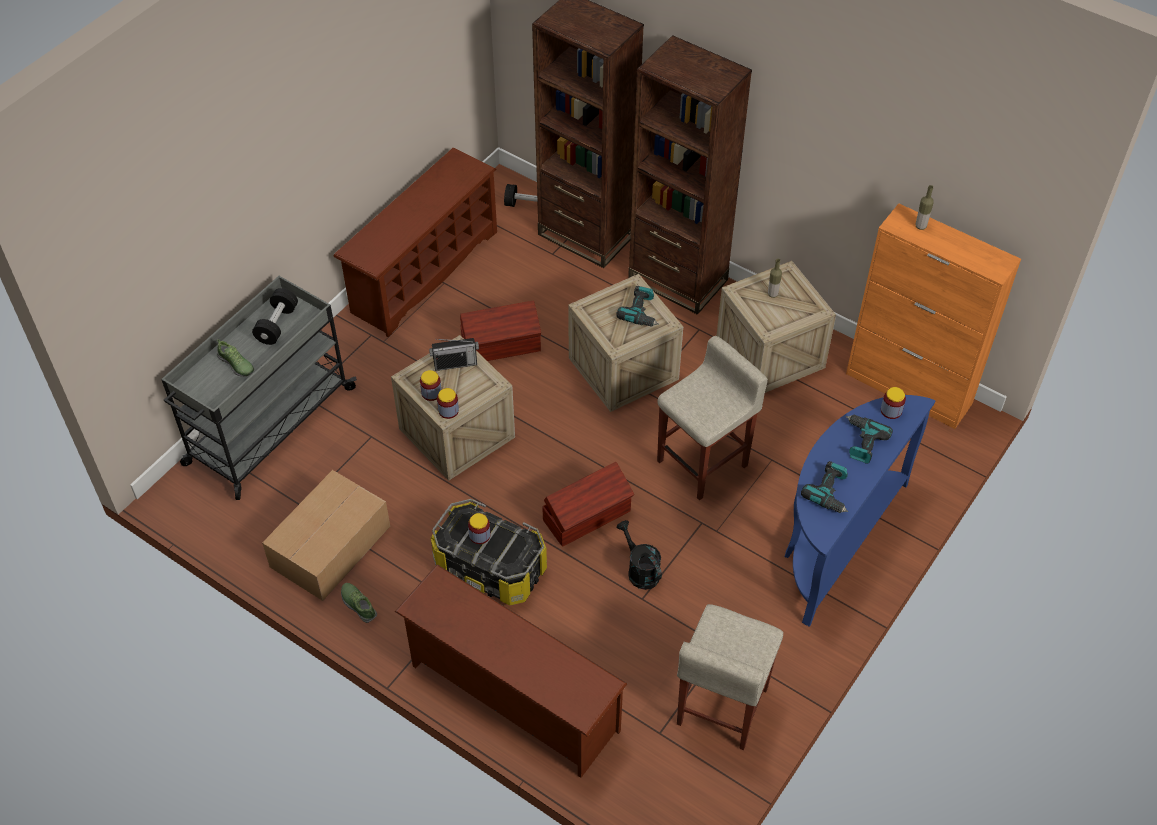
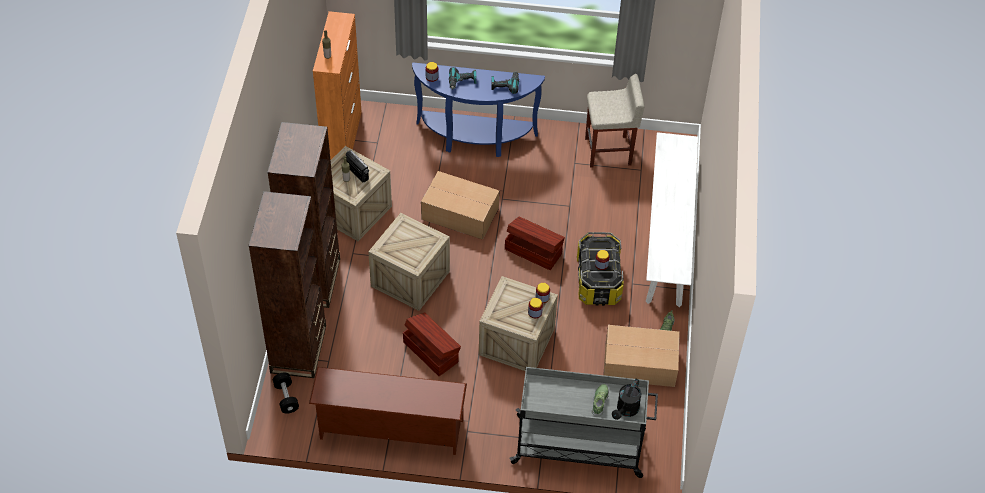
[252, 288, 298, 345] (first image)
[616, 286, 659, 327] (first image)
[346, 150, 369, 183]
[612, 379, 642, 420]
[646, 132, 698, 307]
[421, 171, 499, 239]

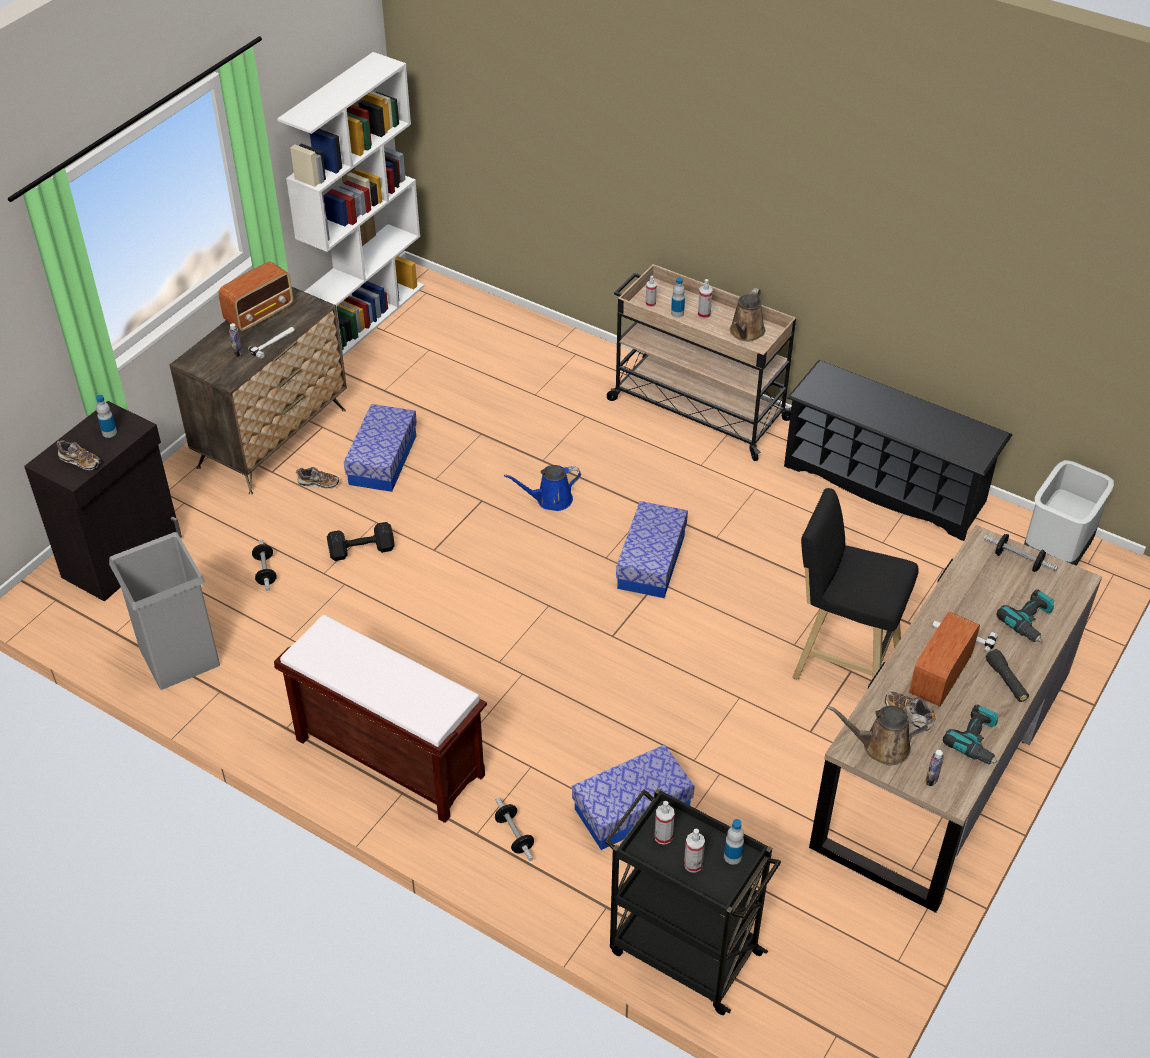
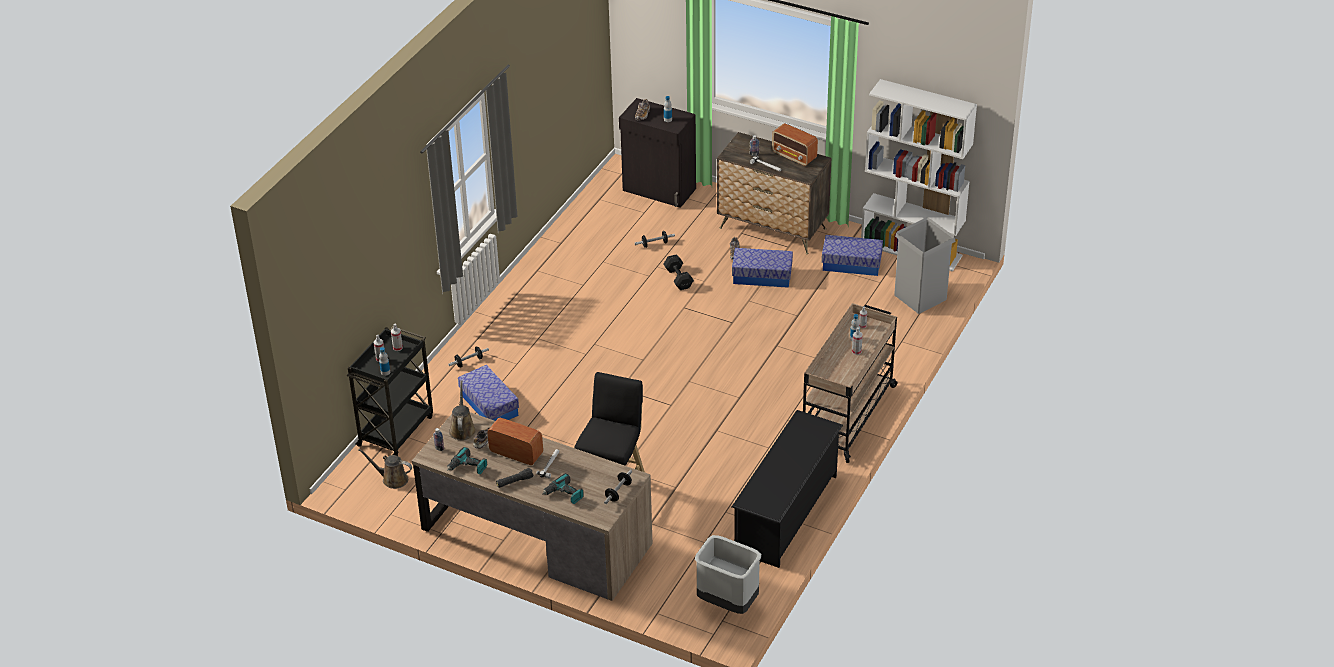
[274, 615, 487, 823] (first image)
[504, 465, 581, 511] (first image)
[894, 217, 955, 314]
[822, 235, 883, 276]
[358, 449, 412, 489]

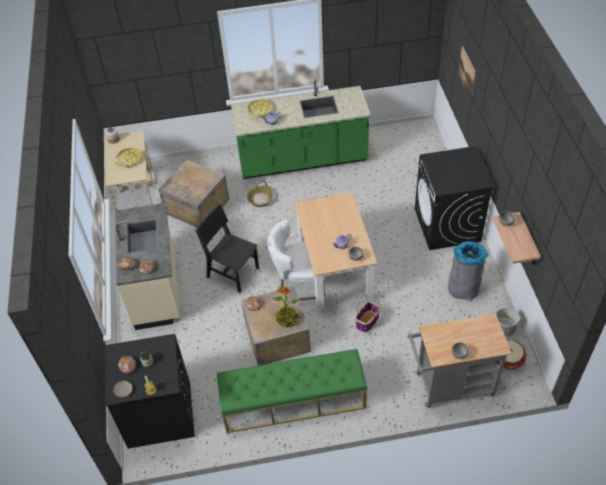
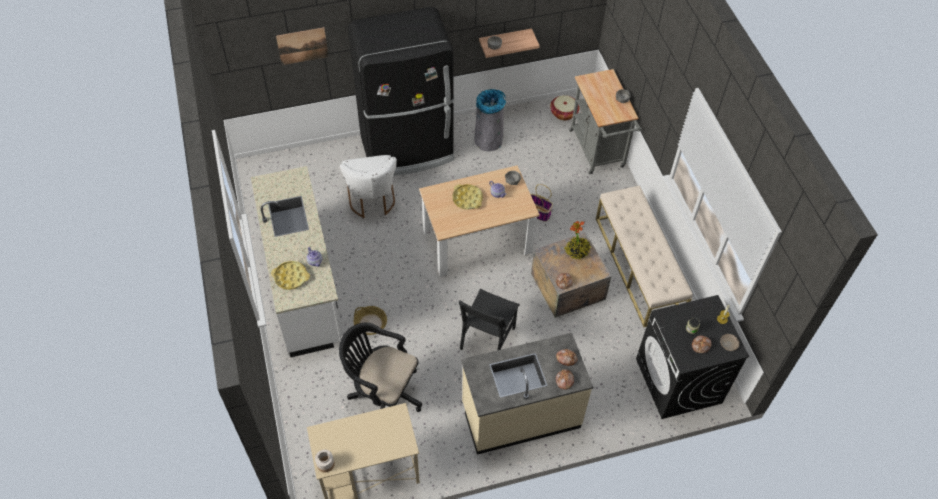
[496, 308, 519, 337] (first image)
[453, 184, 483, 210]
[340, 155, 397, 218]
[339, 323, 422, 412]
[348, 7, 455, 176]
[596, 185, 693, 327]
[251, 166, 341, 358]

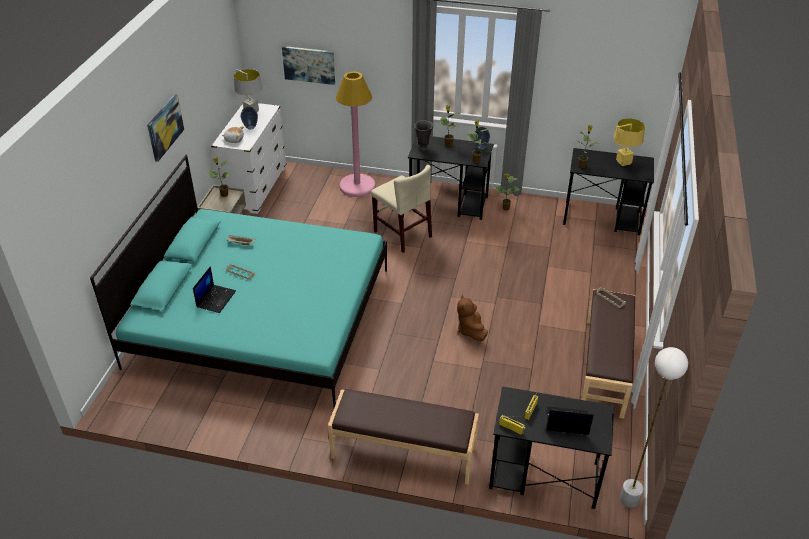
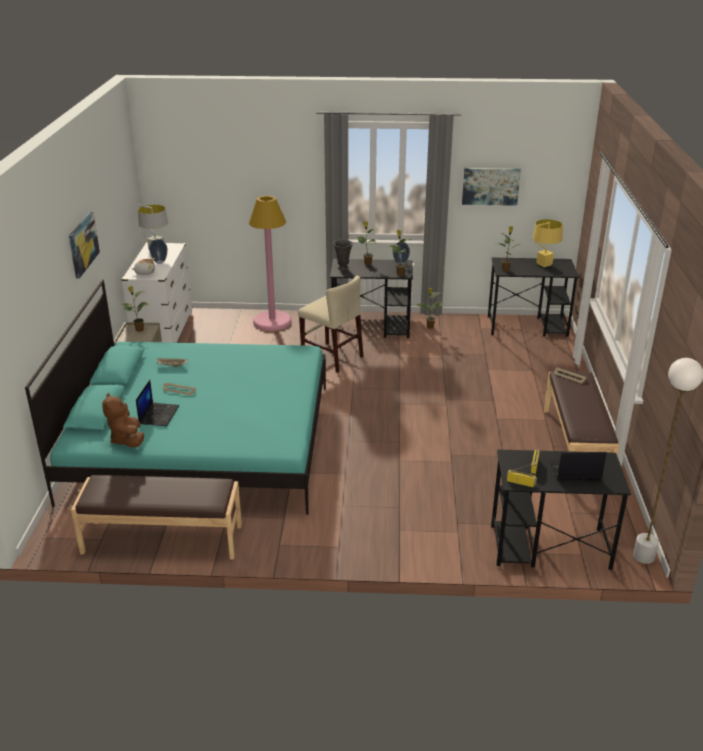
[462, 168, 521, 206]
[71, 475, 242, 559]
[102, 393, 144, 447]

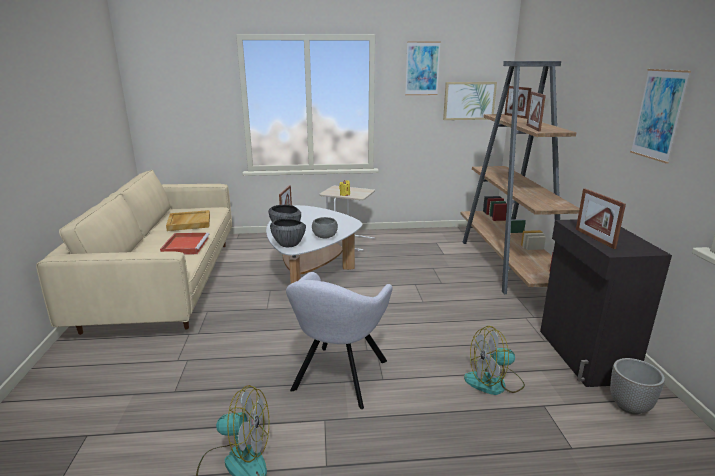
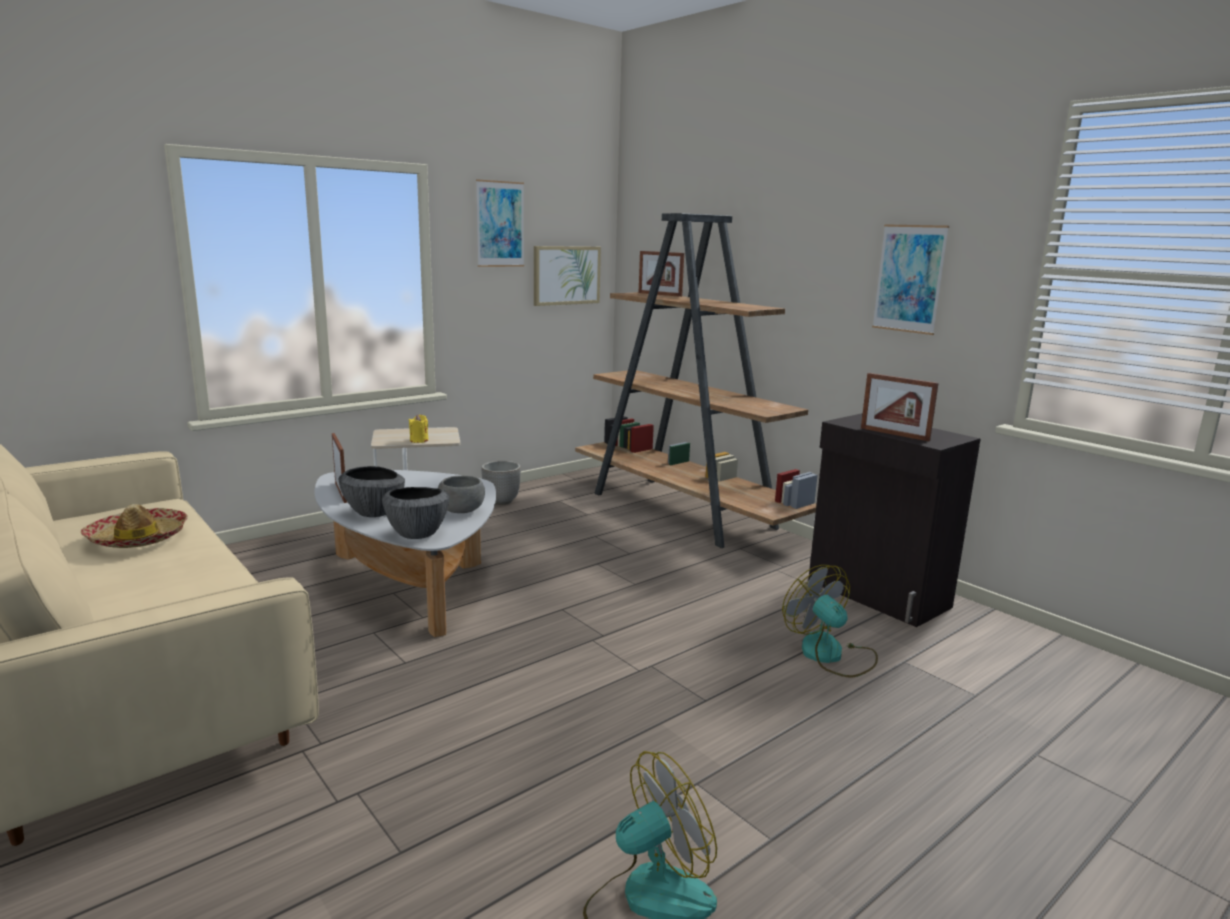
[160, 233, 209, 255] (first image)
[286, 272, 392, 409] (first image)
[527, 92, 546, 132] (first image)
[481, 461, 521, 505]
[81, 504, 188, 548]
[782, 565, 878, 678]

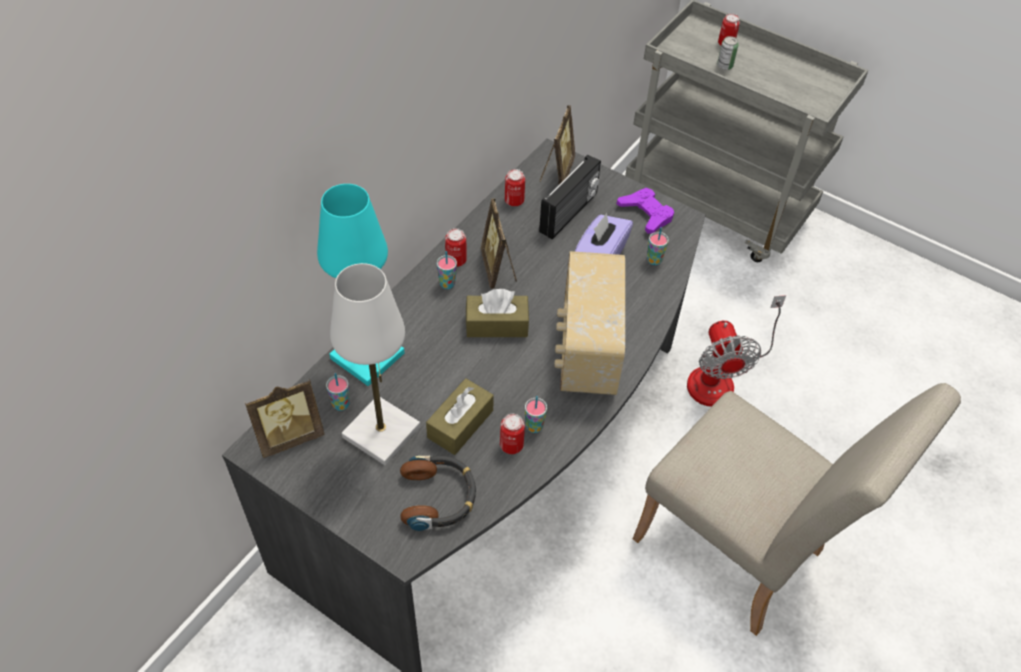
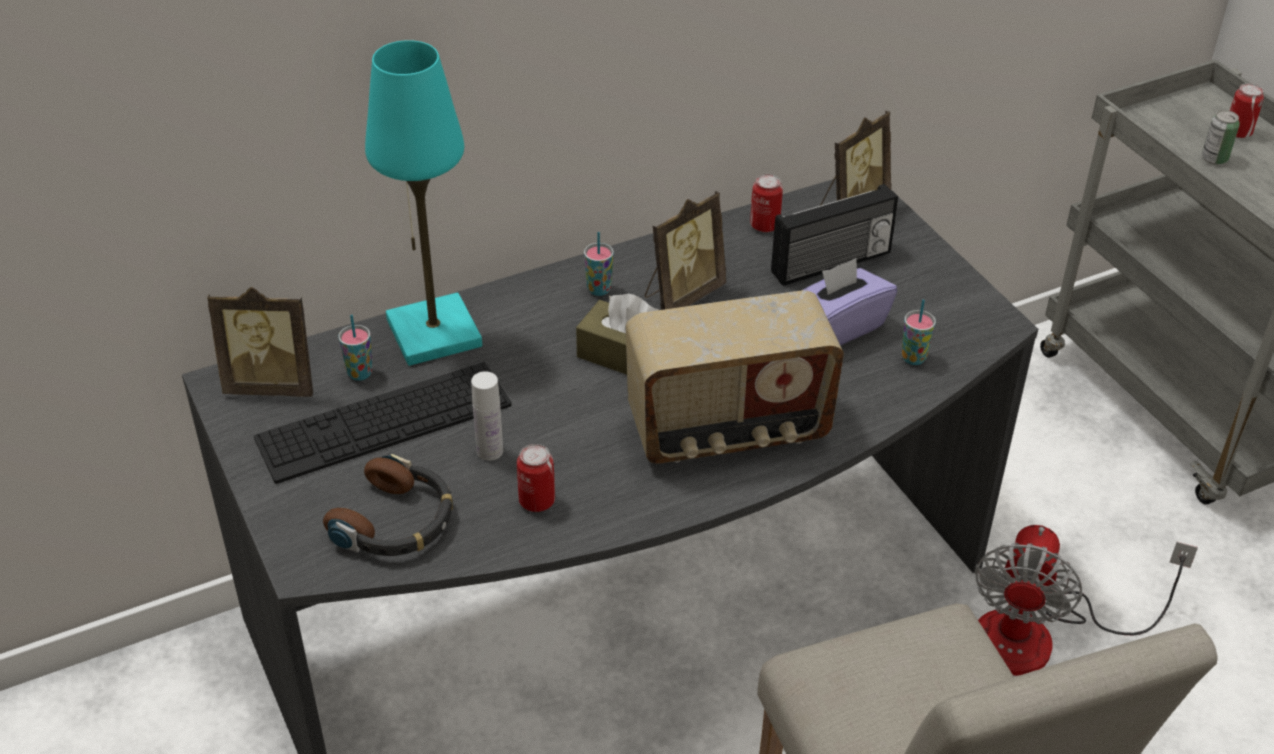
[445, 228, 467, 267] (first image)
[525, 396, 547, 433] (first image)
[617, 188, 674, 234] (first image)
[254, 362, 512, 484]
[471, 371, 503, 461]
[645, 191, 726, 310]
[626, 290, 844, 464]

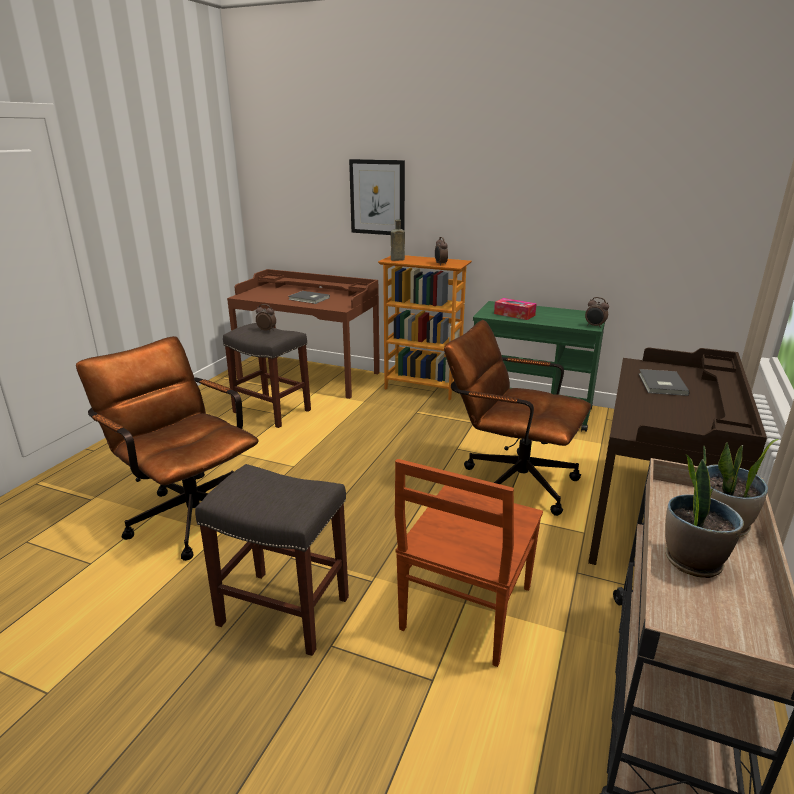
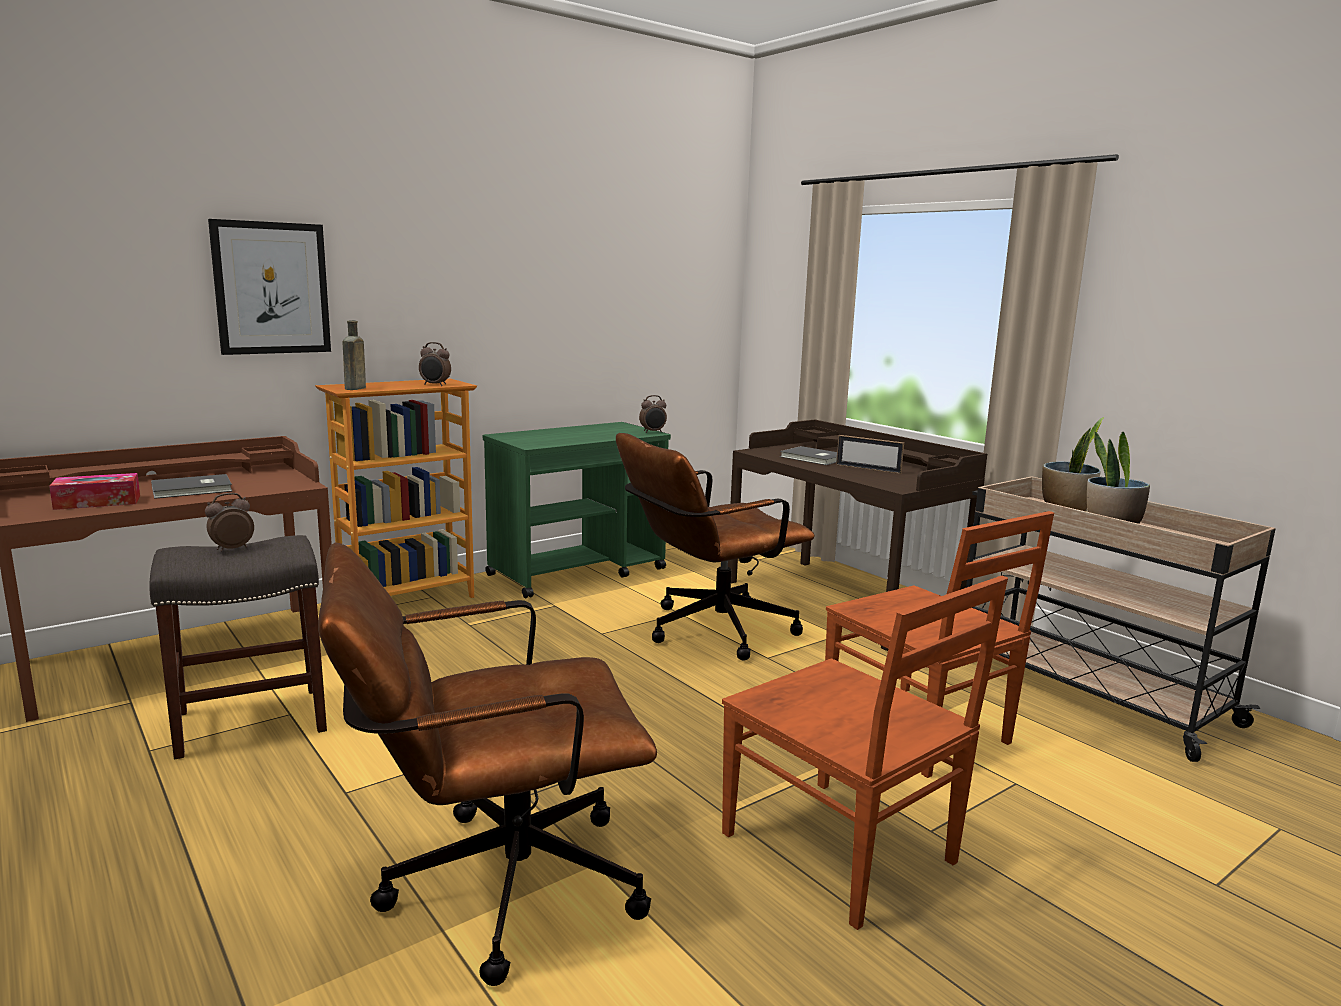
[836, 435, 904, 474]
[49, 473, 140, 510]
[722, 576, 1008, 930]

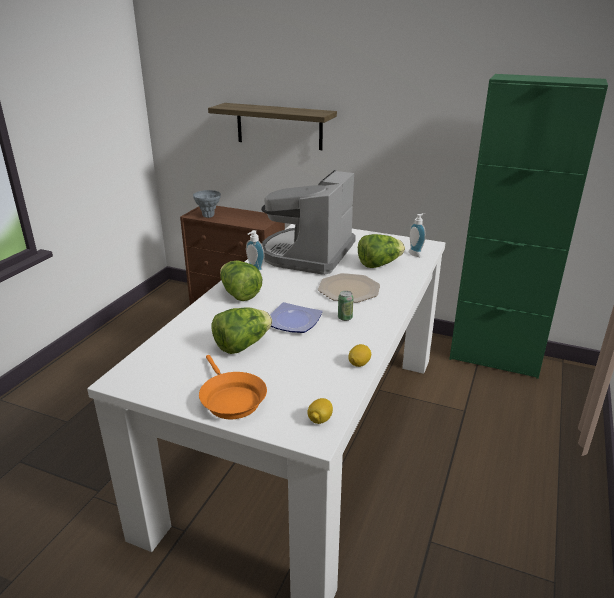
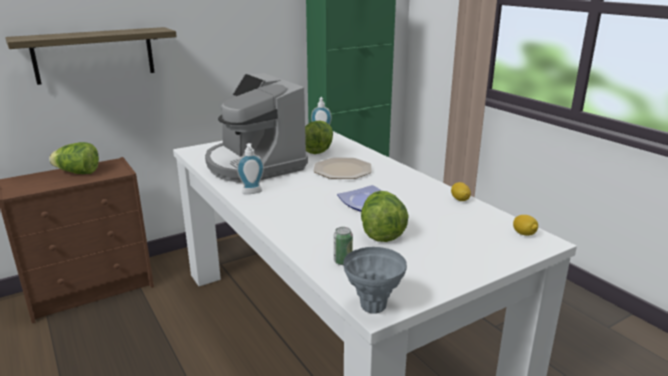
[199, 355, 267, 419] (first image)
[344, 247, 407, 314]
[49, 142, 99, 174]
[334, 227, 353, 265]

